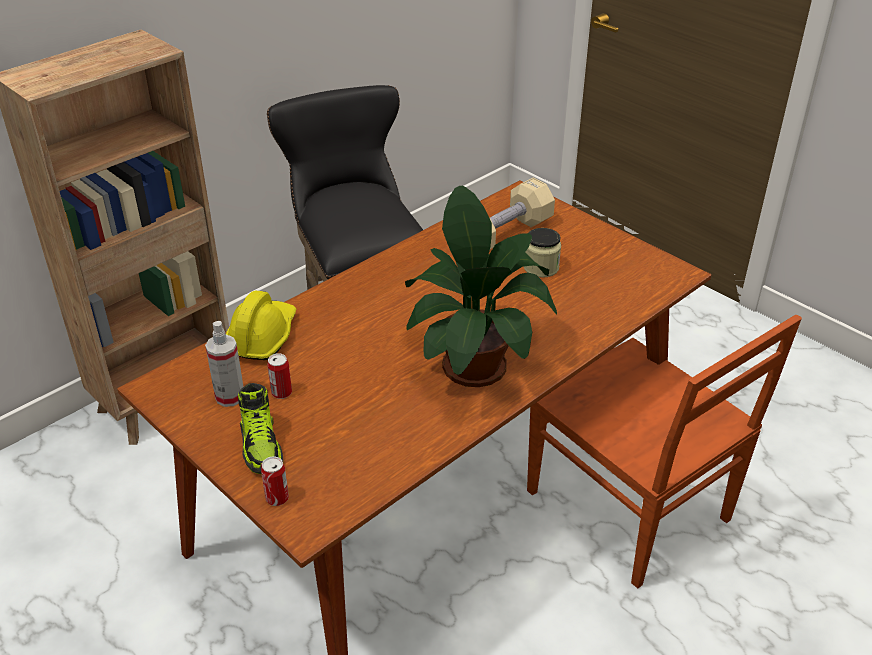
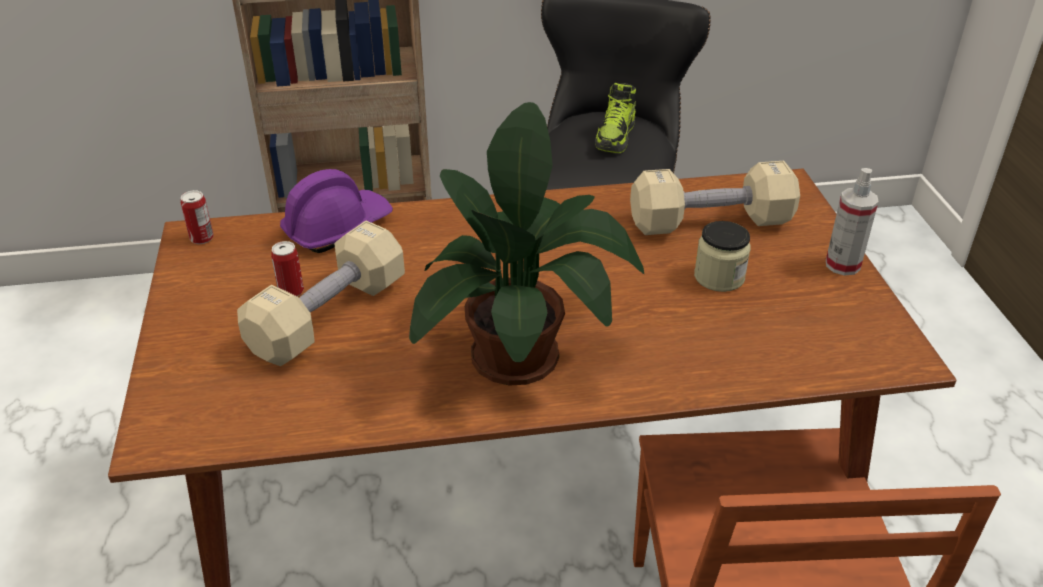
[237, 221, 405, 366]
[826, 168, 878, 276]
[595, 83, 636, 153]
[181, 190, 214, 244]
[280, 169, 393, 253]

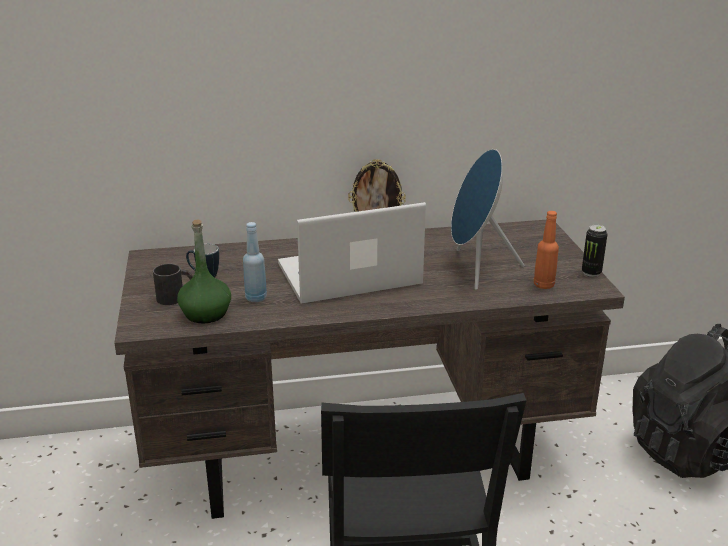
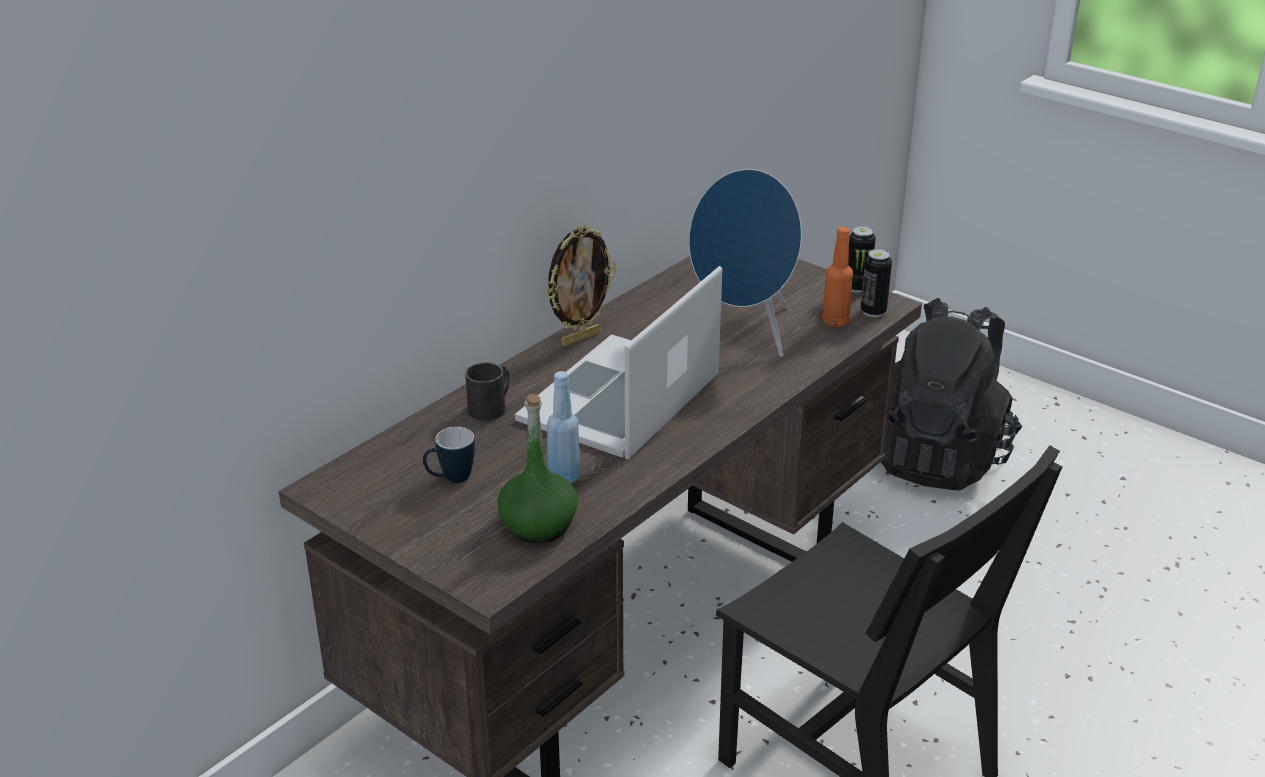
[861, 249, 892, 317]
[465, 362, 510, 421]

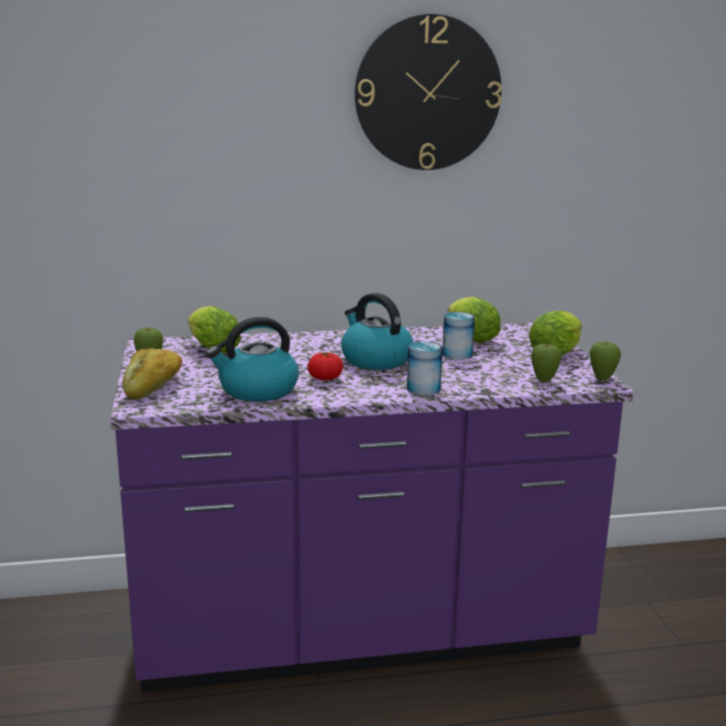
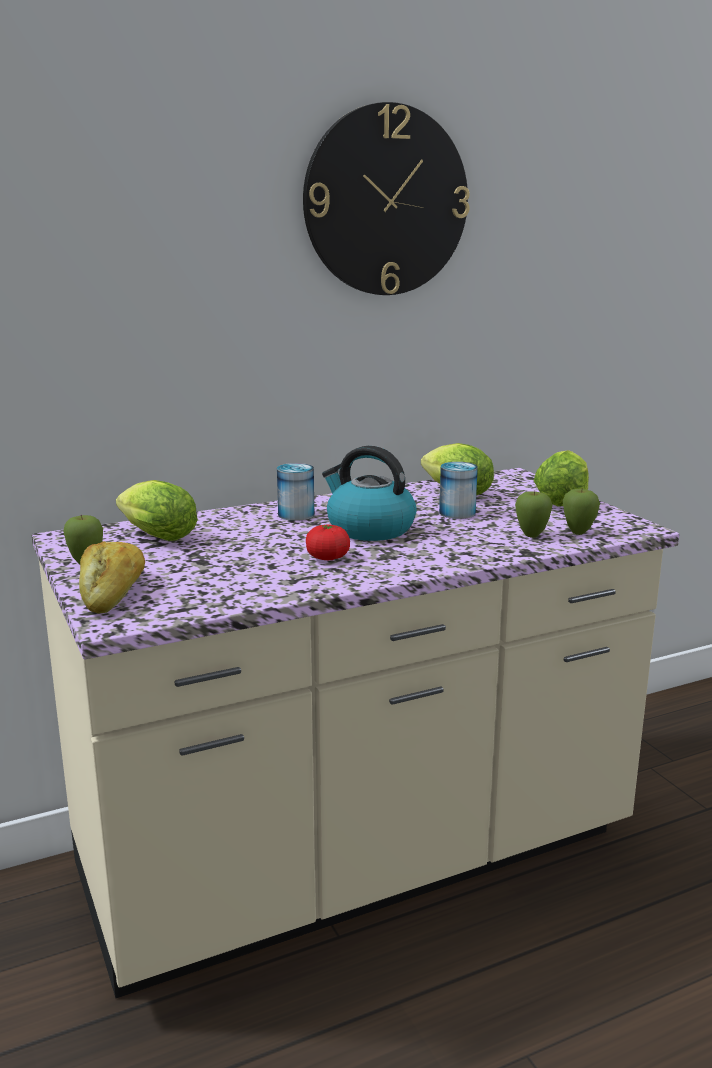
[206, 317, 299, 402] (first image)
[277, 463, 314, 521]
[515, 491, 552, 538]
[32, 468, 679, 998]

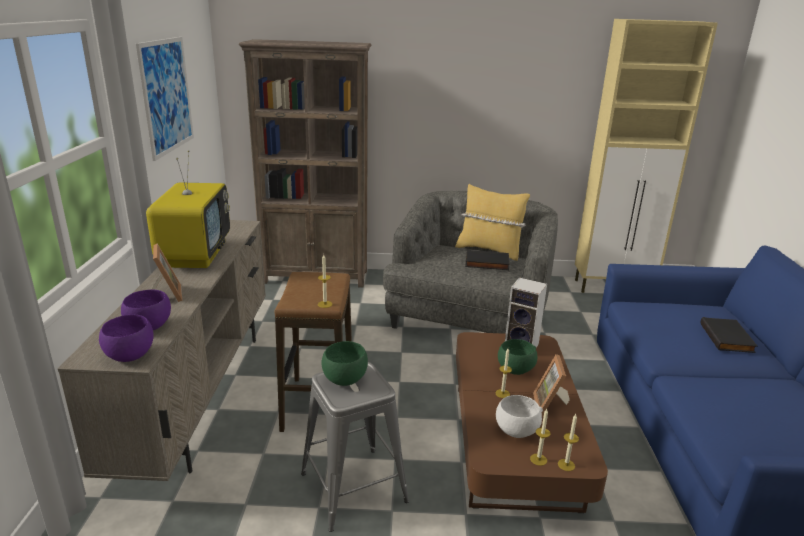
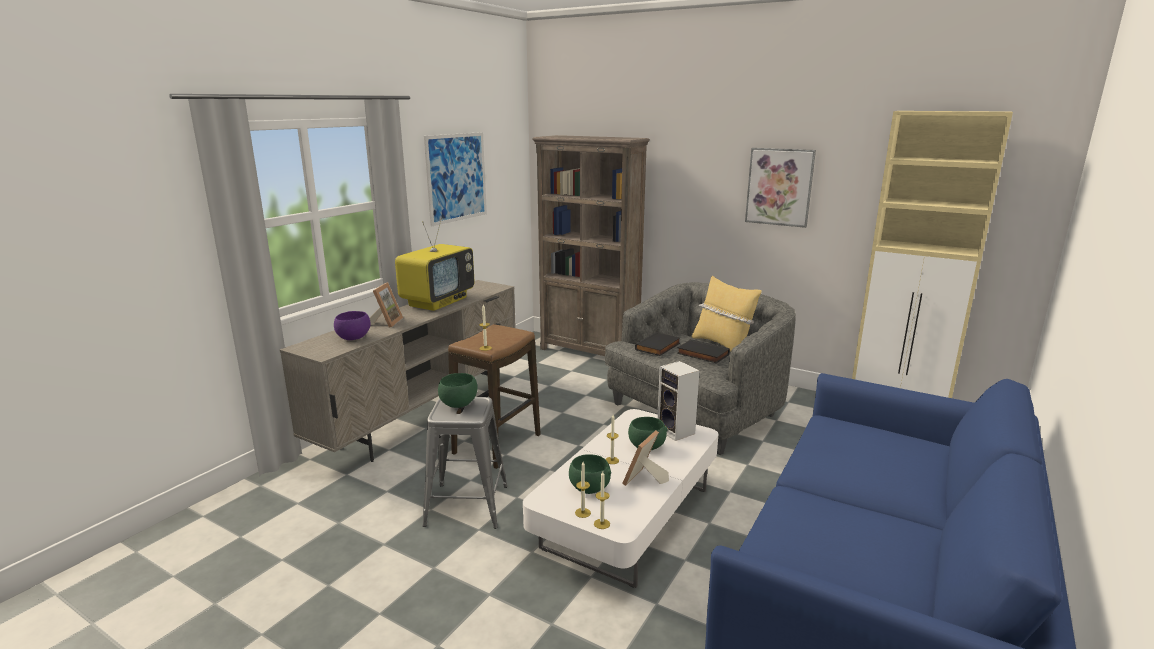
[99, 315, 154, 362] (first image)
[745, 148, 816, 228]
[635, 332, 680, 356]
[523, 409, 719, 588]
[569, 454, 611, 494]

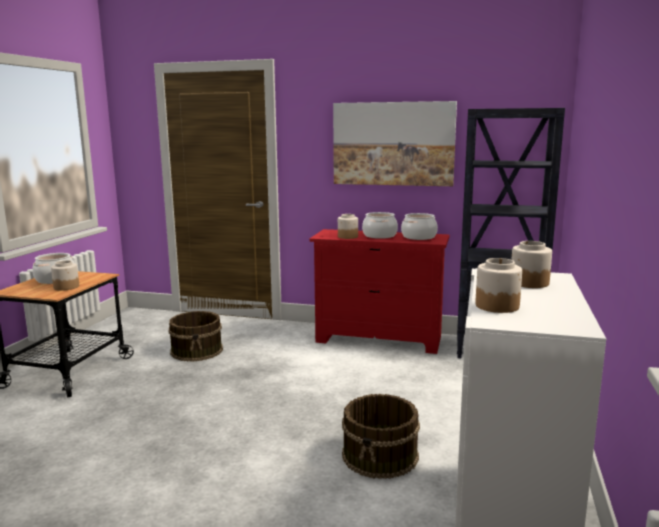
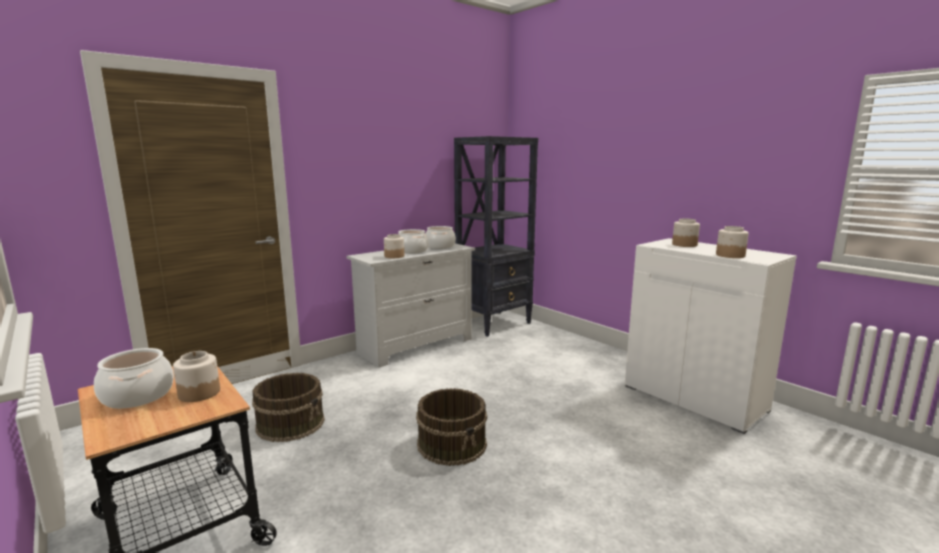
[333, 101, 457, 186] (first image)
[416, 388, 487, 466]
[346, 243, 475, 368]

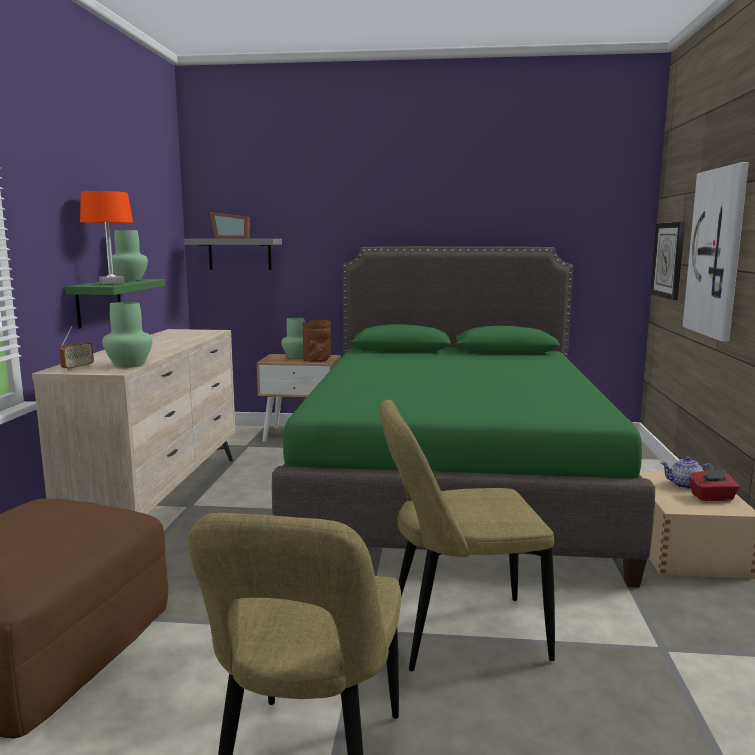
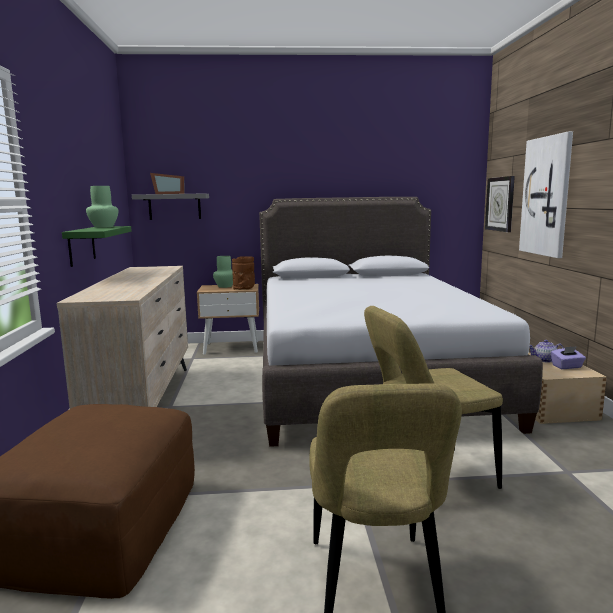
[59, 326, 94, 370] (first image)
[80, 191, 133, 285] (first image)
[102, 302, 152, 368] (first image)
[259, 197, 543, 447]
[551, 346, 586, 369]

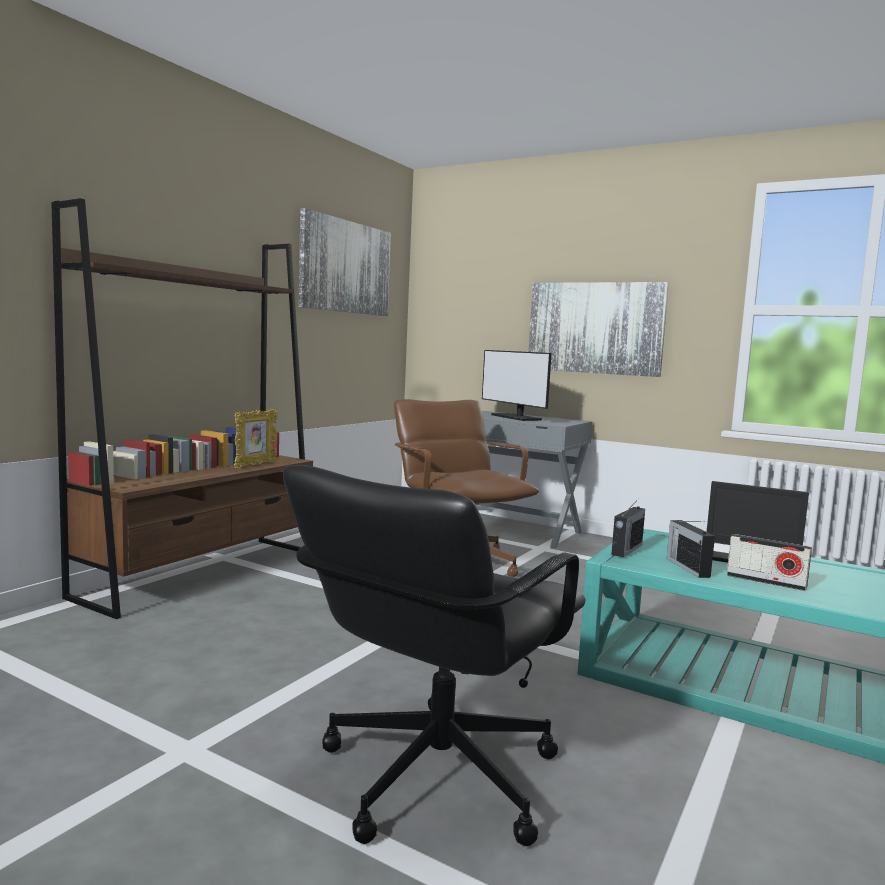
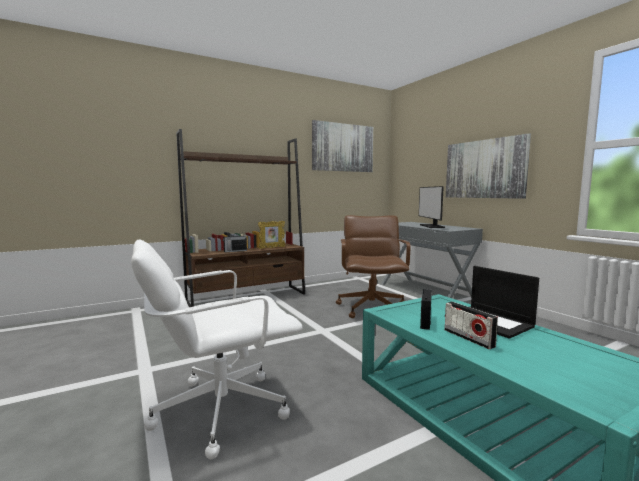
[223, 233, 247, 252]
[131, 240, 303, 459]

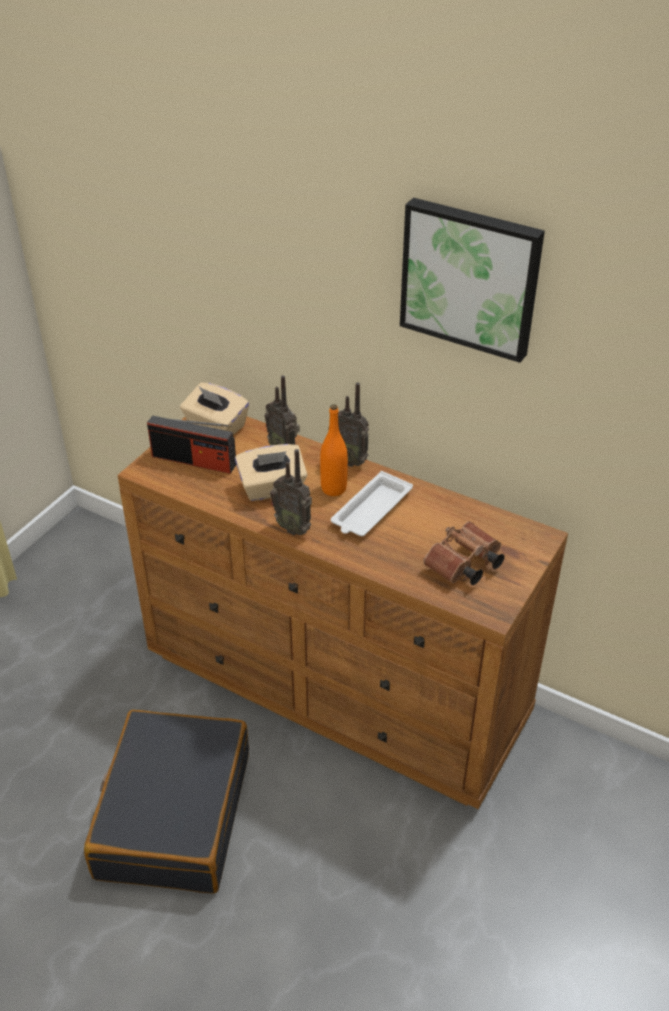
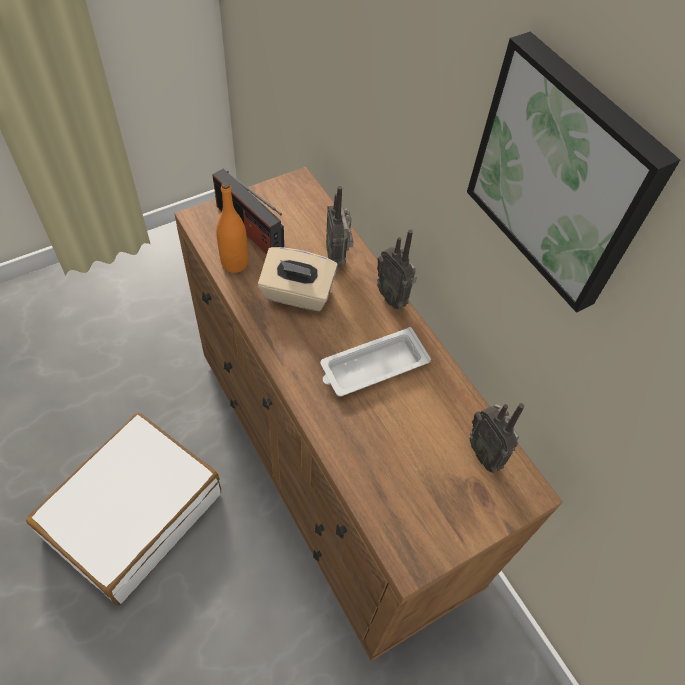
[180, 383, 249, 435] (first image)
[423, 521, 505, 585] (first image)
[469, 403, 524, 473]
[216, 182, 248, 273]
[26, 413, 221, 605]

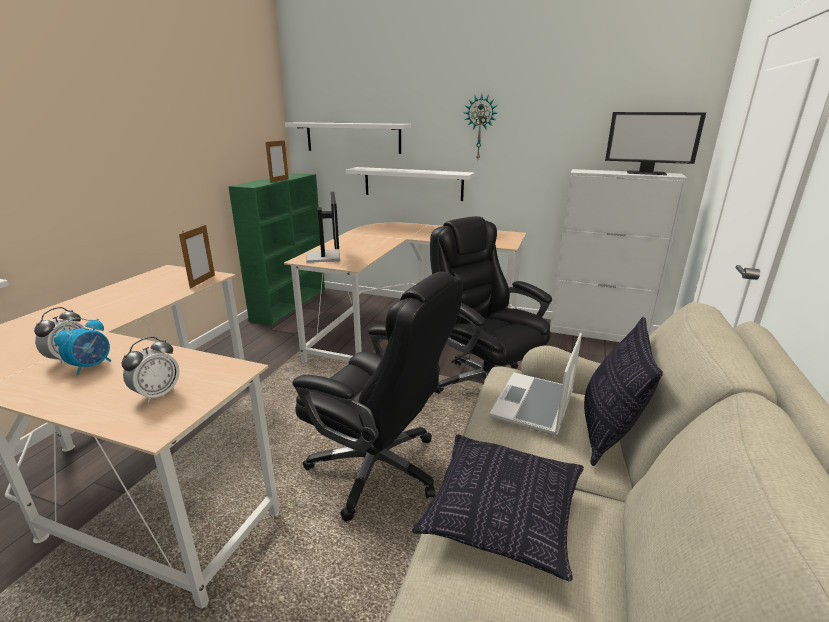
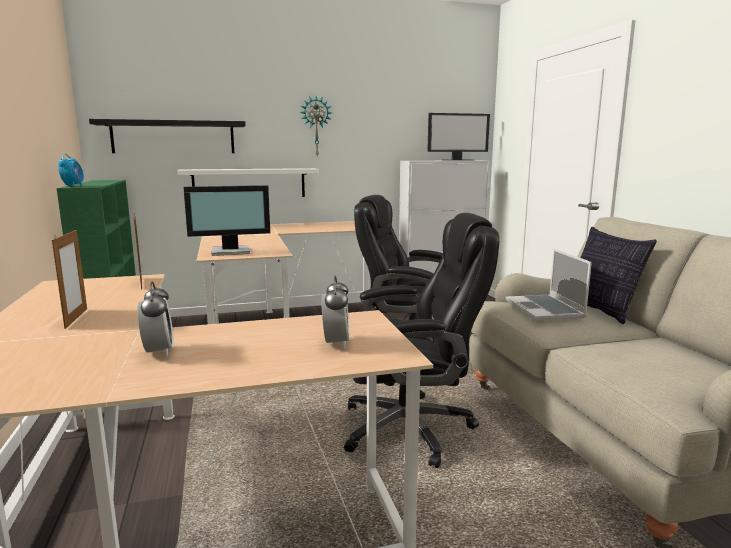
[412, 435, 584, 581] (first image)
[58, 153, 84, 187]
[52, 229, 87, 329]
[89, 119, 246, 153]
[183, 185, 270, 256]

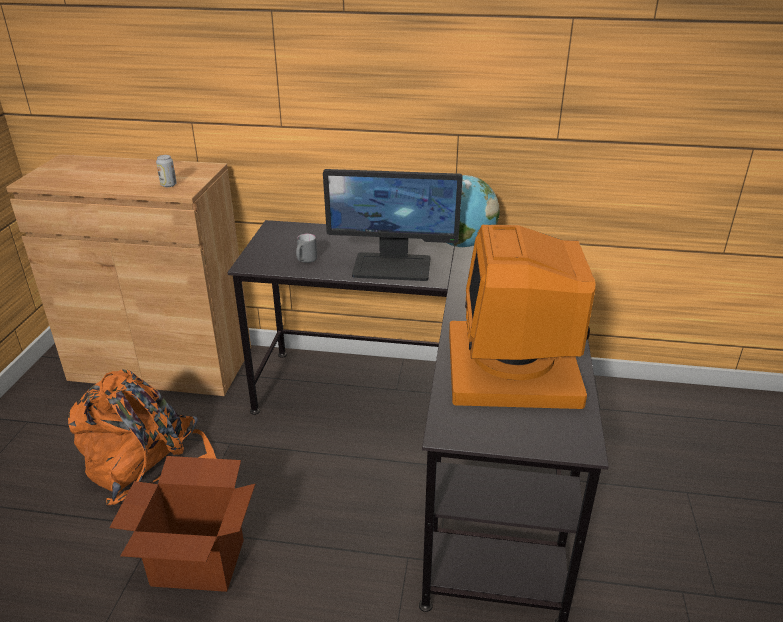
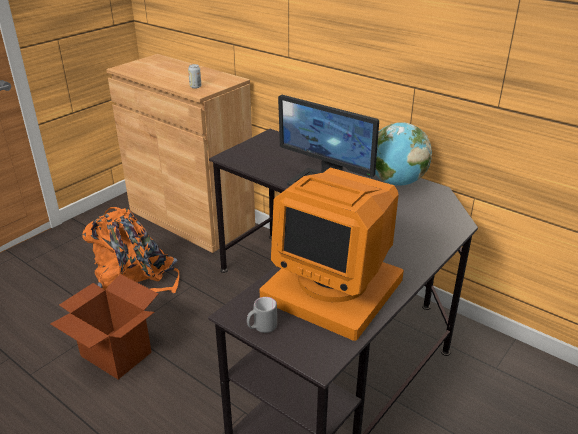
[247, 297, 277, 333]
[259, 167, 404, 341]

